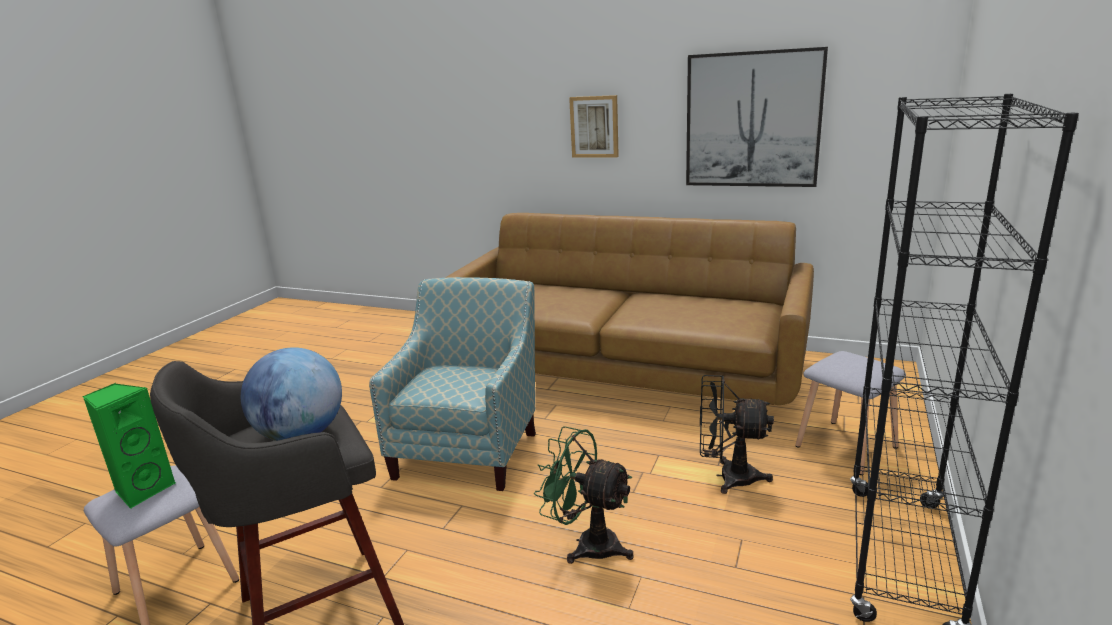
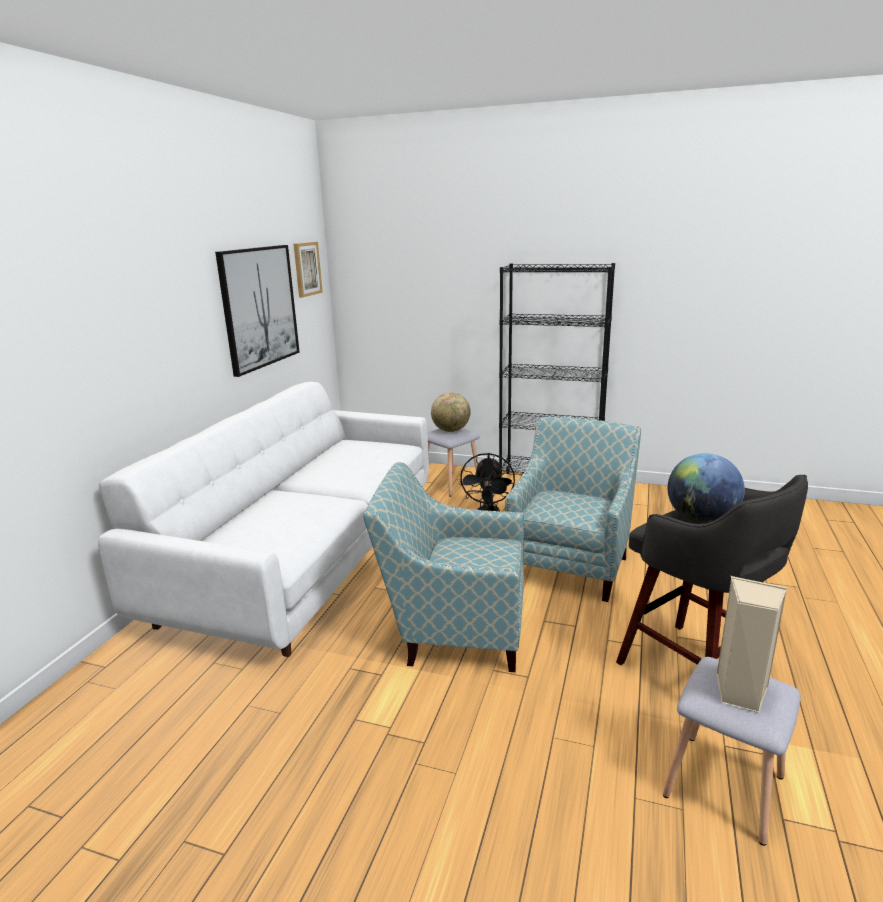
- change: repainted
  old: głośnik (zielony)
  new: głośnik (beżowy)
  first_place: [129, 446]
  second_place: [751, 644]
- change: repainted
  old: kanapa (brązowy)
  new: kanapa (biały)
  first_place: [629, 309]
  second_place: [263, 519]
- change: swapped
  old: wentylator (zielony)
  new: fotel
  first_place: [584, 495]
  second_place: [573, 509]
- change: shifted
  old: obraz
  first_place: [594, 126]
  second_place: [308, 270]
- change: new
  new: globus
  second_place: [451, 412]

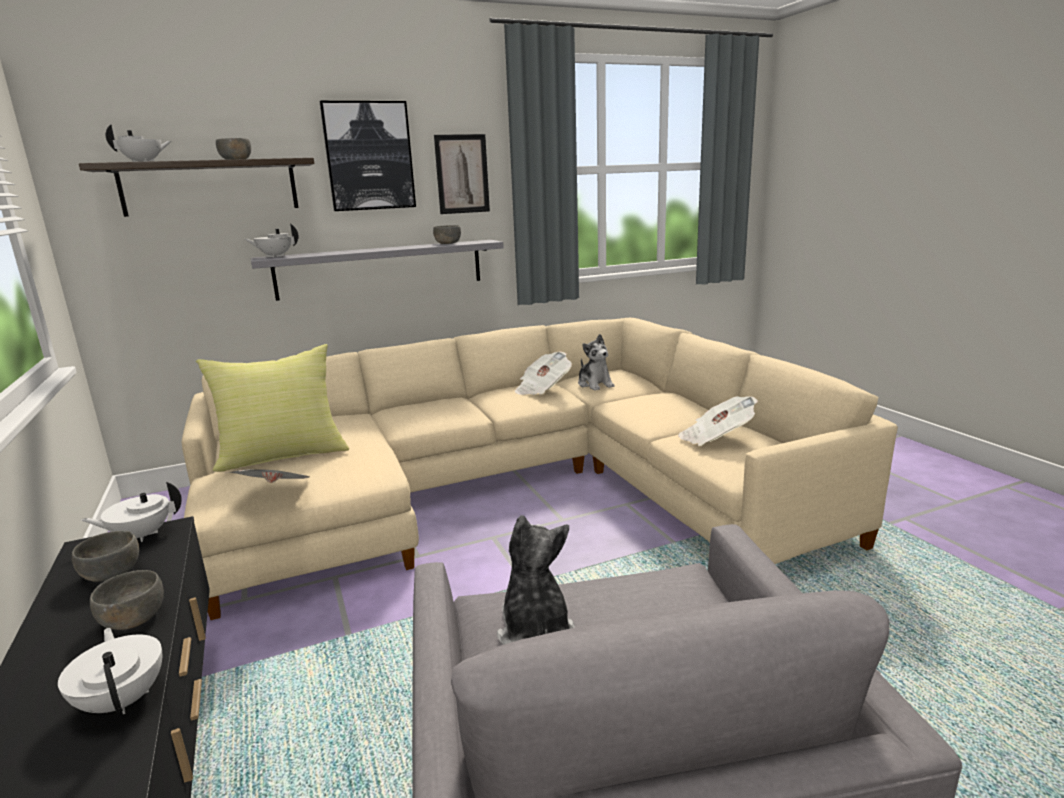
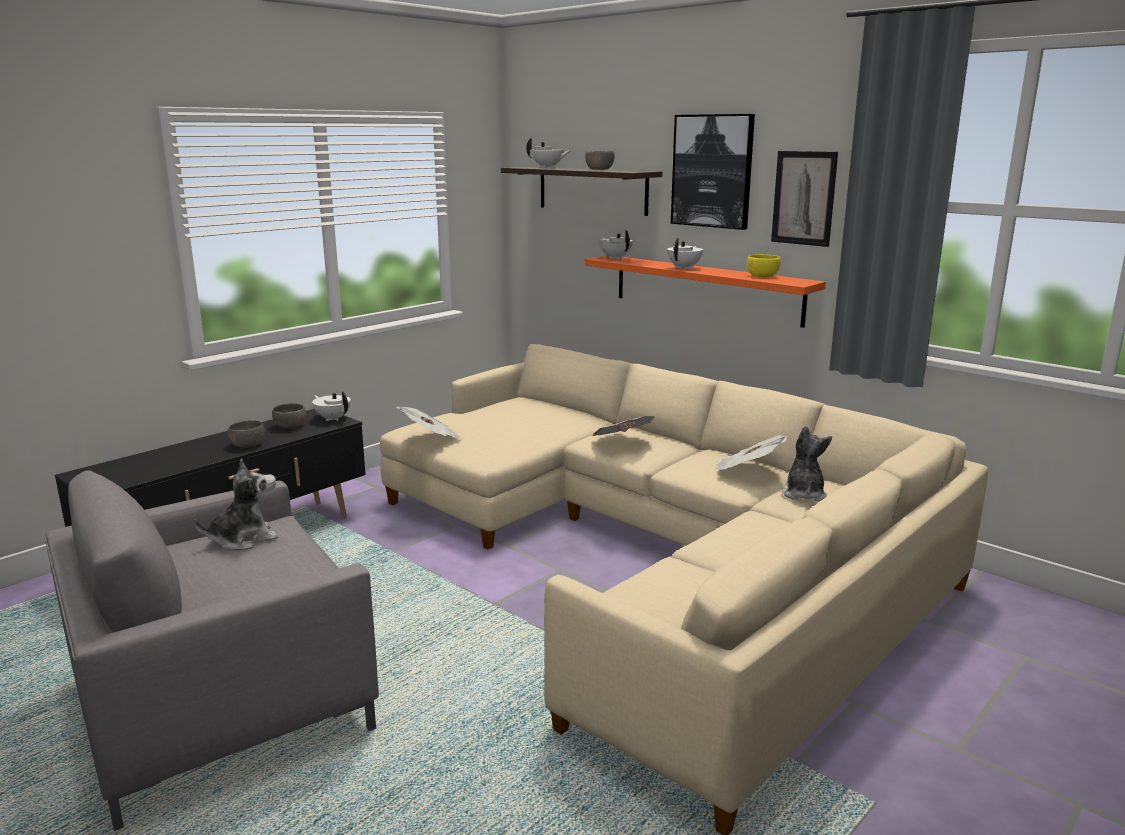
- change: shifted
  old: imbryk (biały)
  first_place: [110, 671]
  second_place: [685, 253]
- change: gone
  old: poduszka (żółty)
  first_place: [272, 408]
- change: repainted
  old: półka (szary)
  new: półka (pomarańczowy)
  first_place: [377, 270]
  second_place: [705, 291]
- change: repainted
  old: miska (szary)
  new: miska (żółty)
  first_place: [447, 234]
  second_place: [764, 265]
- change: rotated
  old: pluszak
  first_place: [596, 362]
  second_place: [807, 463]
  degrees: 150
- change: shifted
  old: gazeta
  first_place: [718, 421]
  second_place: [623, 426]

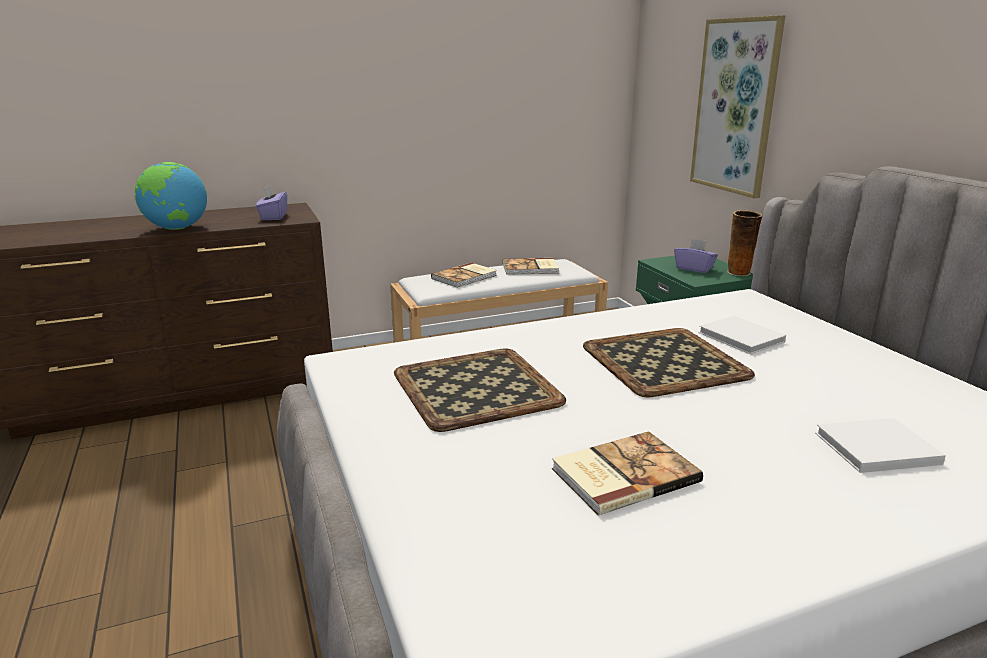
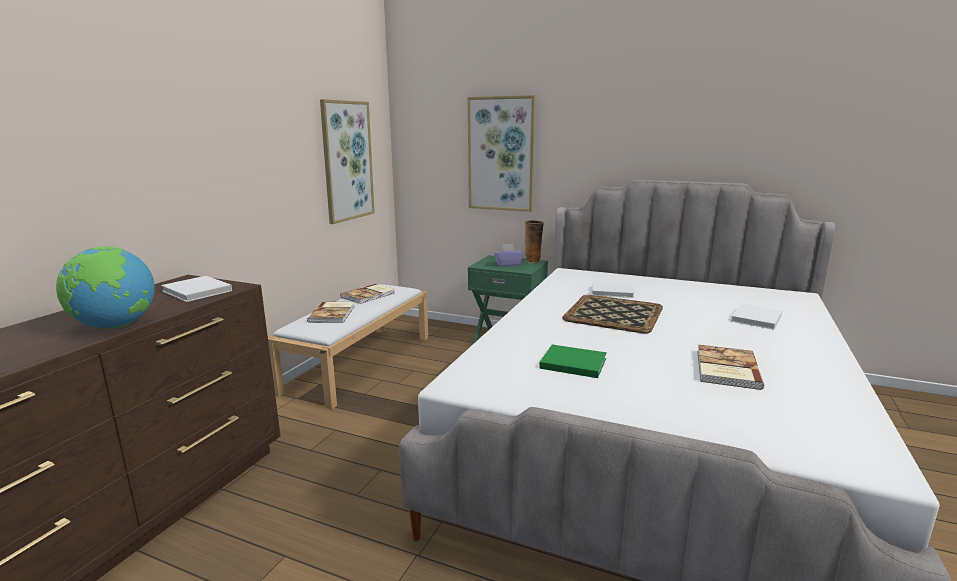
- change: swapped
  old: pudełko chusteczek (fioletowy)
  new: książka (biały)
  first_place: [271, 203]
  second_place: [196, 289]
- change: swapped
  old: taca
  new: książka (zielony)
  first_place: [480, 390]
  second_place: [573, 361]
- change: new
  new: obraz
  second_place: [347, 161]

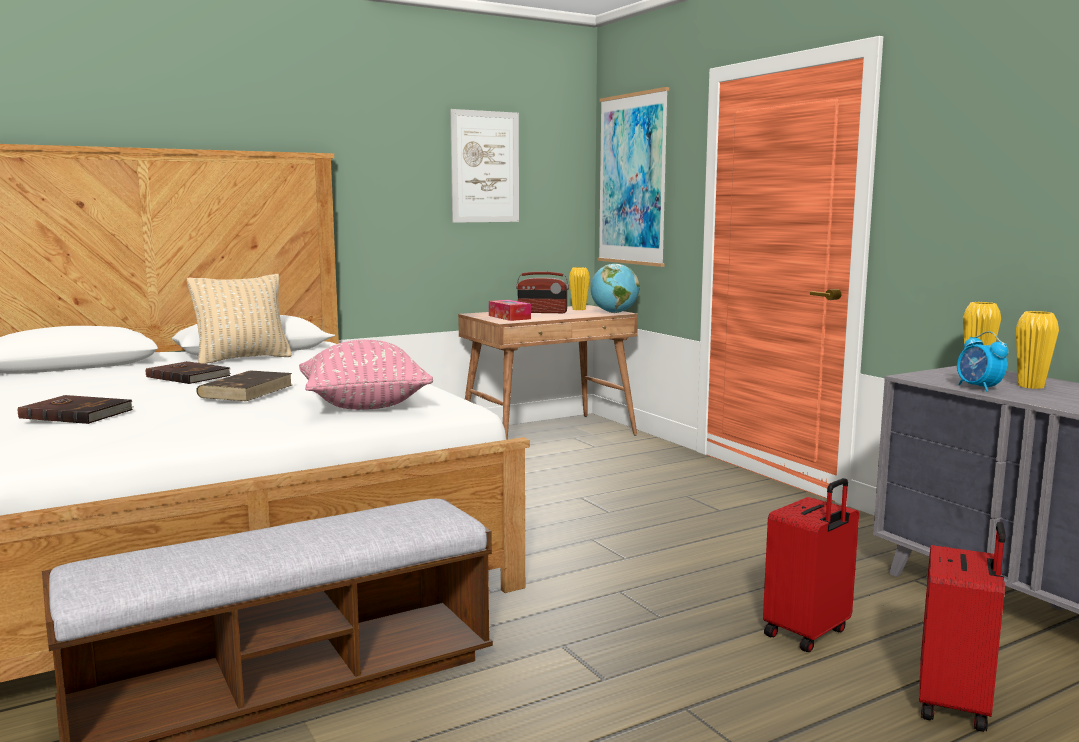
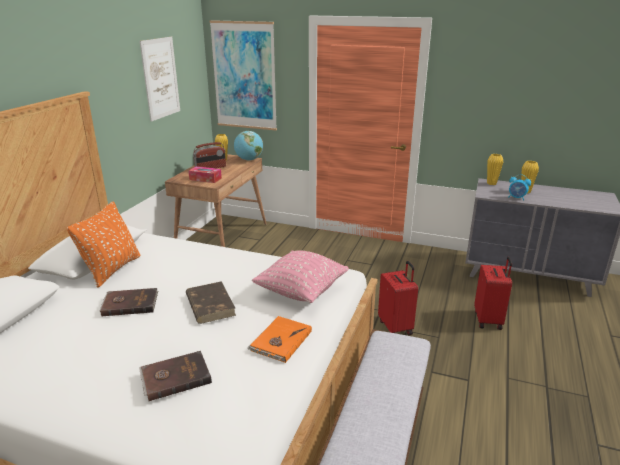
- change: repainted
  old: poduszka (beżowy)
  new: poduszka (pomarańczowy)
  first_place: [239, 319]
  second_place: [103, 244]
- change: shifted
  old: walizka (czerwony)
  first_place: [962, 627]
  second_place: [398, 298]
- change: new
  new: książka (pomarańczowy)
  second_place: [279, 339]

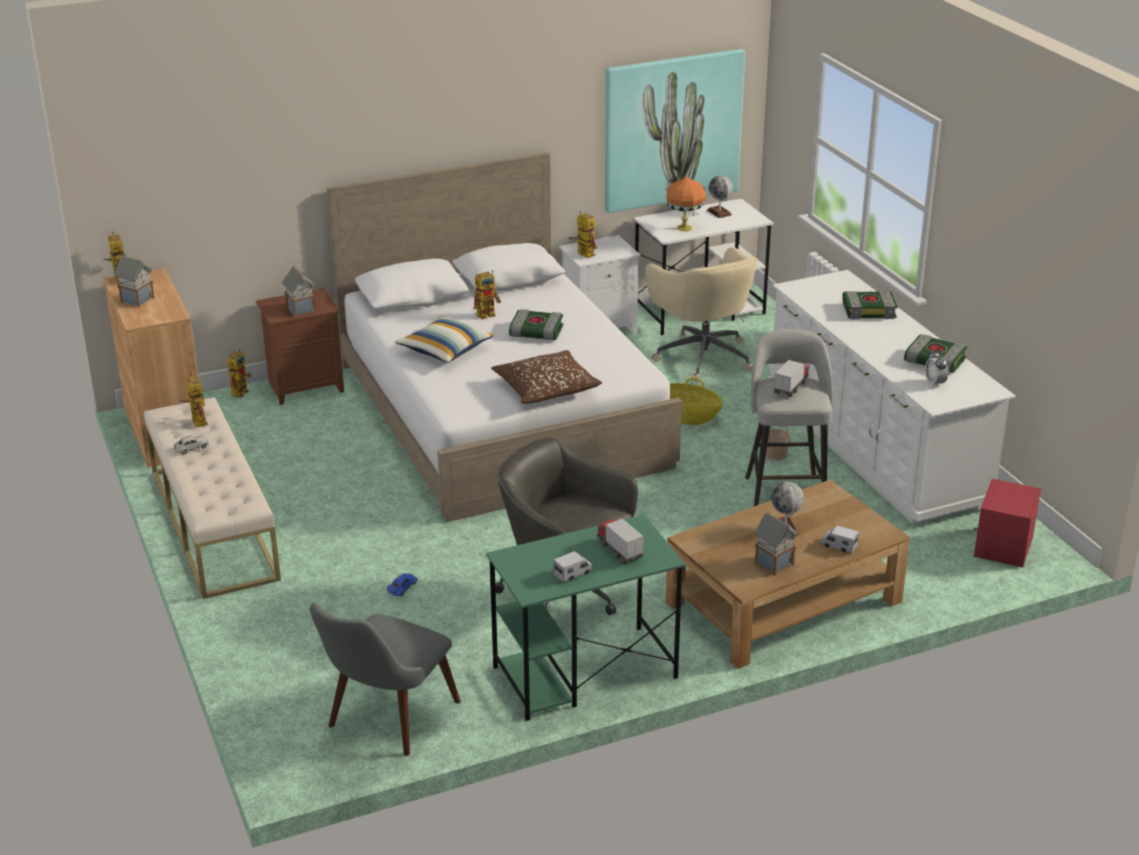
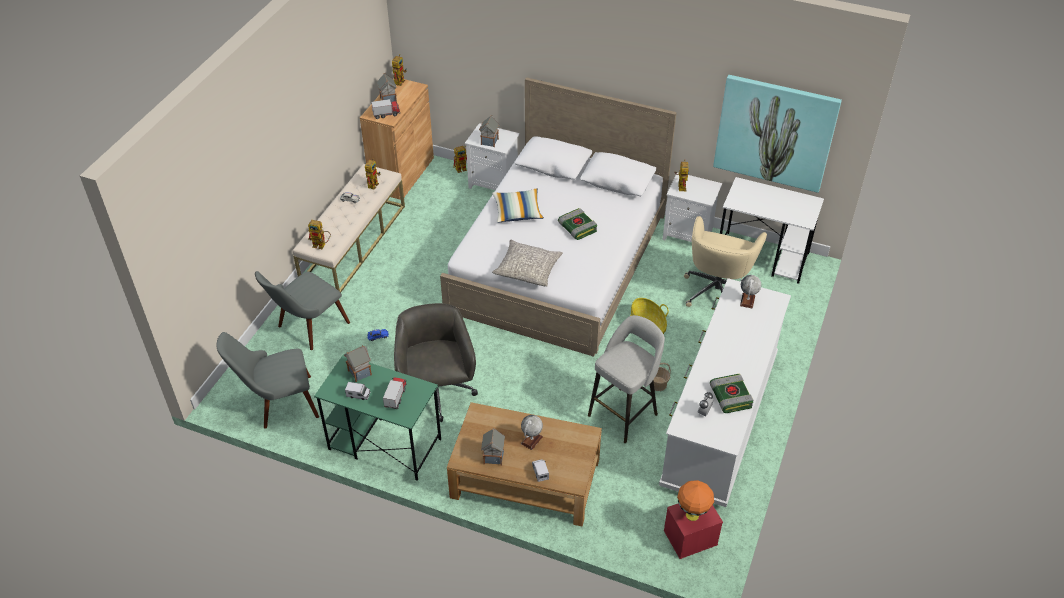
- change: repainted
  old: szafka nocna (brązowy)
  new: szafka nocna (biały)
  first_place: [300, 346]
  second_place: [492, 156]
- change: shifted
  old: robot zabawkowy
  first_place: [487, 295]
  second_place: [319, 234]
- change: repainted
  old: poduszka (brązowy)
  new: poduszka (szary)
  first_place: [546, 377]
  second_place: [527, 263]
- change: shifted
  old: lampa stołowa (pomarańczowy)
  first_place: [686, 204]
  second_place: [695, 500]
- change: shifted
  old: globus
  first_place: [720, 196]
  second_place: [750, 292]
- change: shifted
  old: ciężarówka zabawkowa
  first_place: [791, 378]
  second_place: [385, 109]
- change: gone
  old: książka
  first_place: [870, 305]
- change: new
  new: krzesło (szary)
  second_place: [302, 310]
- change: new
  new: domek
  second_place: [358, 363]

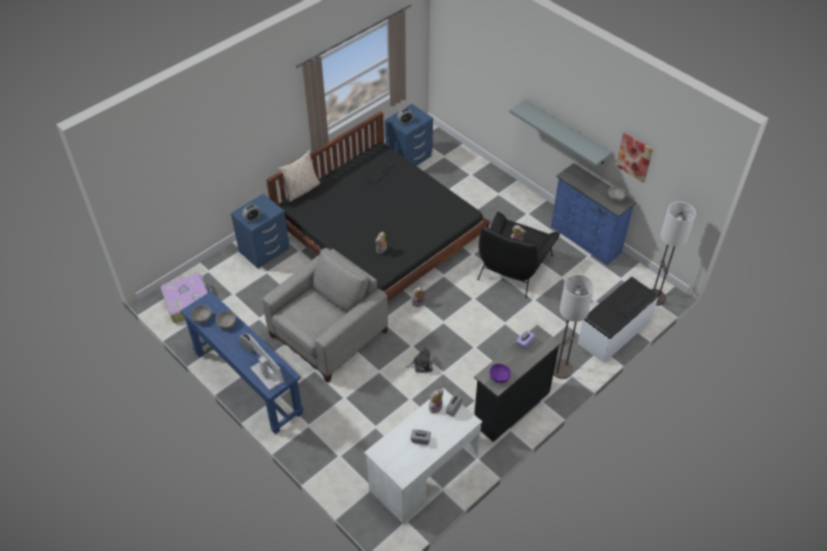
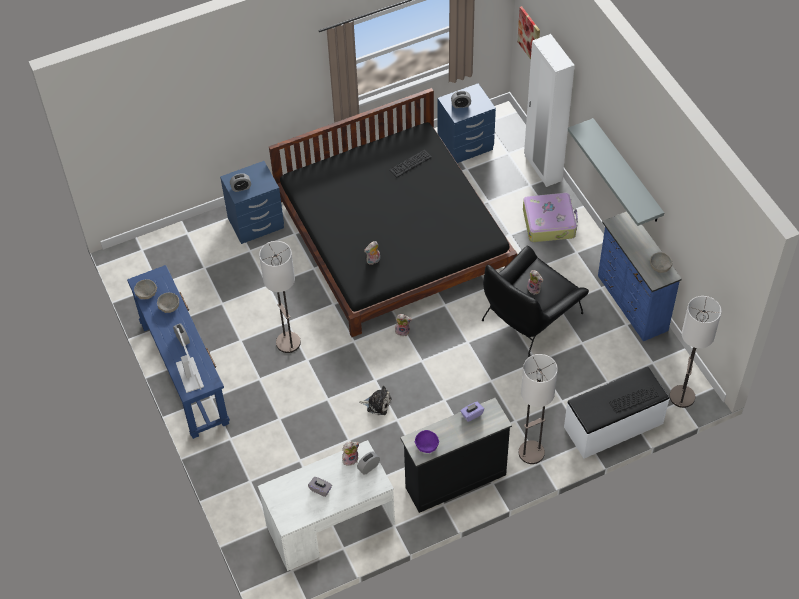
- change: shifted
  old: walizka
  first_place: [186, 298]
  second_place: [550, 217]
- change: swapped
  old: fotel (szary)
  new: lampa stojąca
  first_place: [325, 315]
  second_place: [280, 297]
- change: gone
  old: poduszka (beżowy)
  first_place: [299, 176]
- change: shifted
  old: obraz
  first_place: [634, 157]
  second_place: [528, 32]
- change: new
  new: szafa (biały)
  second_place: [549, 110]

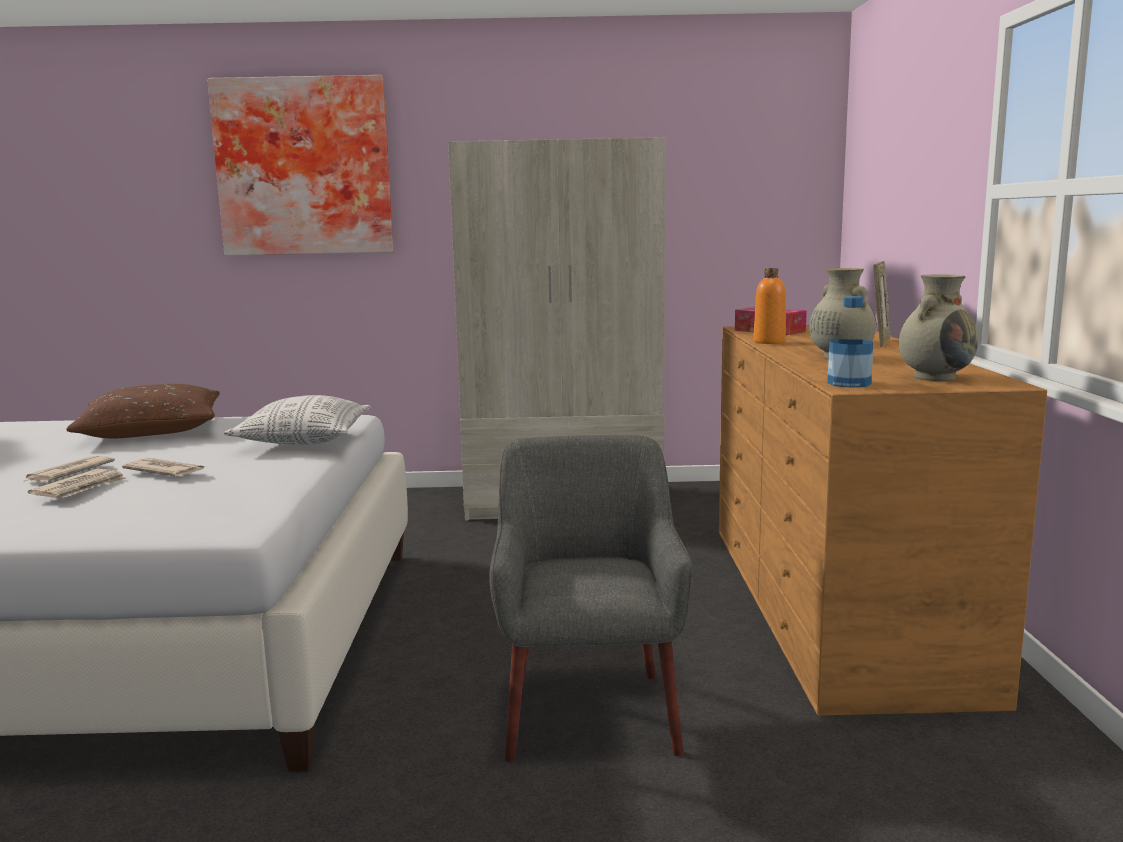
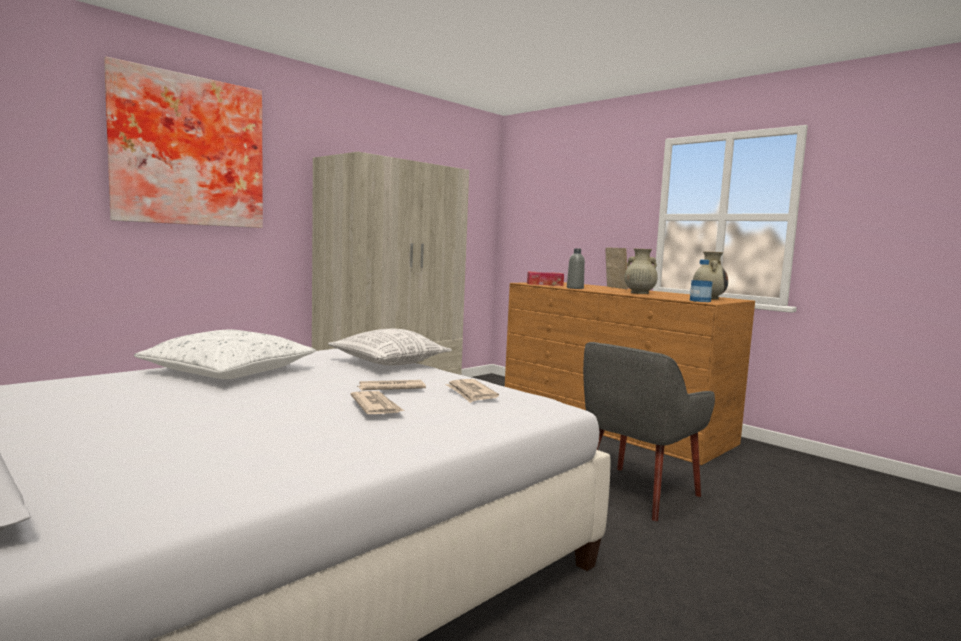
- change: shifted
  old: gazeta
  first_place: [69, 469]
  second_place: [472, 391]
- change: repainted
  old: poduszka (brązowy)
  new: poduszka (biały)
  first_place: [143, 411]
  second_place: [225, 354]
- change: rotated
  old: fotel (szary)
  first_place: [591, 599]
  second_place: [649, 431]
  degrees: -90
- change: repainted
  old: butelka (pomarańczowy)
  new: butelka (szary)
  first_place: [769, 306]
  second_place: [576, 268]

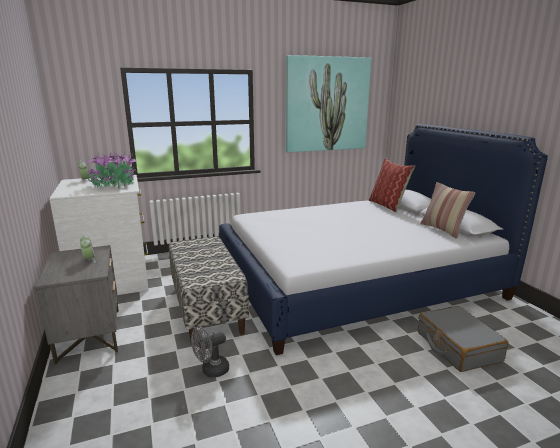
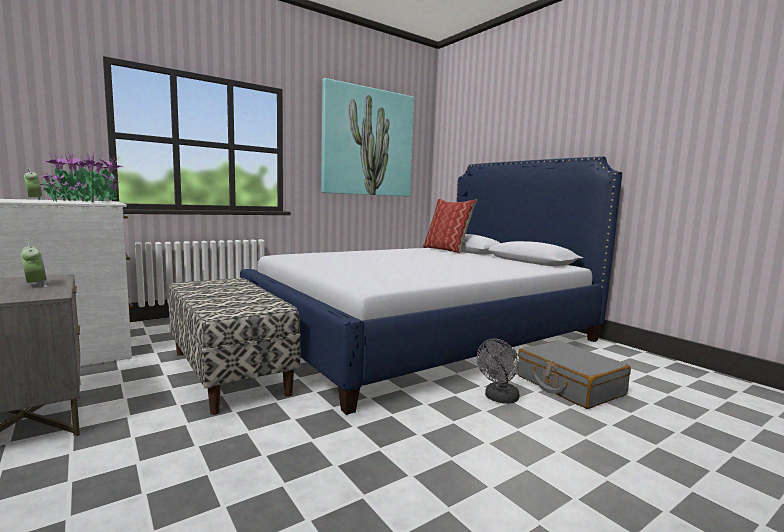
- change: shifted
  old: wentylator (szary)
  first_place: [210, 351]
  second_place: [498, 371]
- change: gone
  old: poduszka
  first_place: [448, 210]

